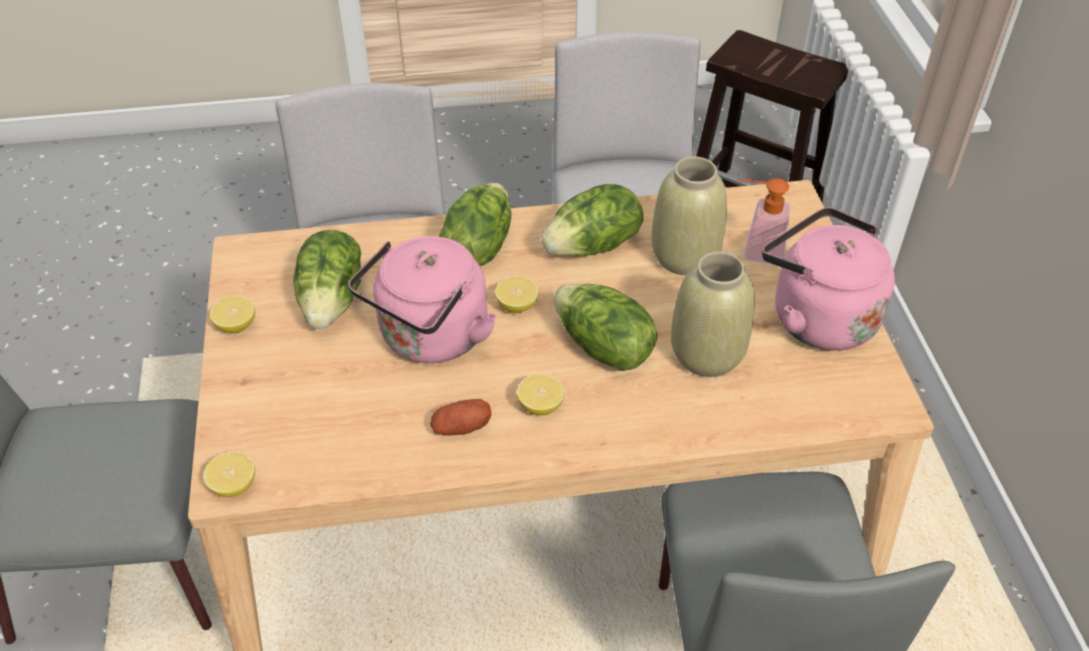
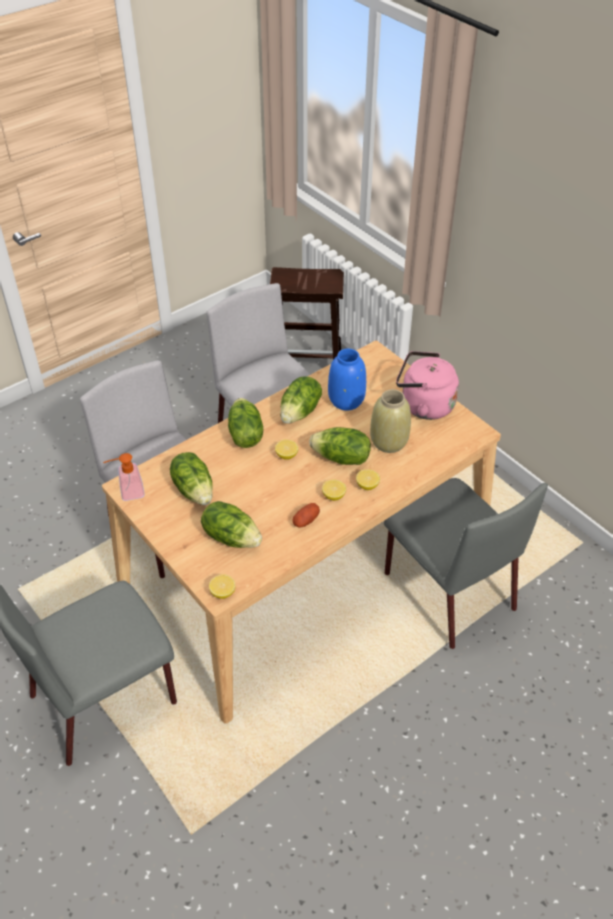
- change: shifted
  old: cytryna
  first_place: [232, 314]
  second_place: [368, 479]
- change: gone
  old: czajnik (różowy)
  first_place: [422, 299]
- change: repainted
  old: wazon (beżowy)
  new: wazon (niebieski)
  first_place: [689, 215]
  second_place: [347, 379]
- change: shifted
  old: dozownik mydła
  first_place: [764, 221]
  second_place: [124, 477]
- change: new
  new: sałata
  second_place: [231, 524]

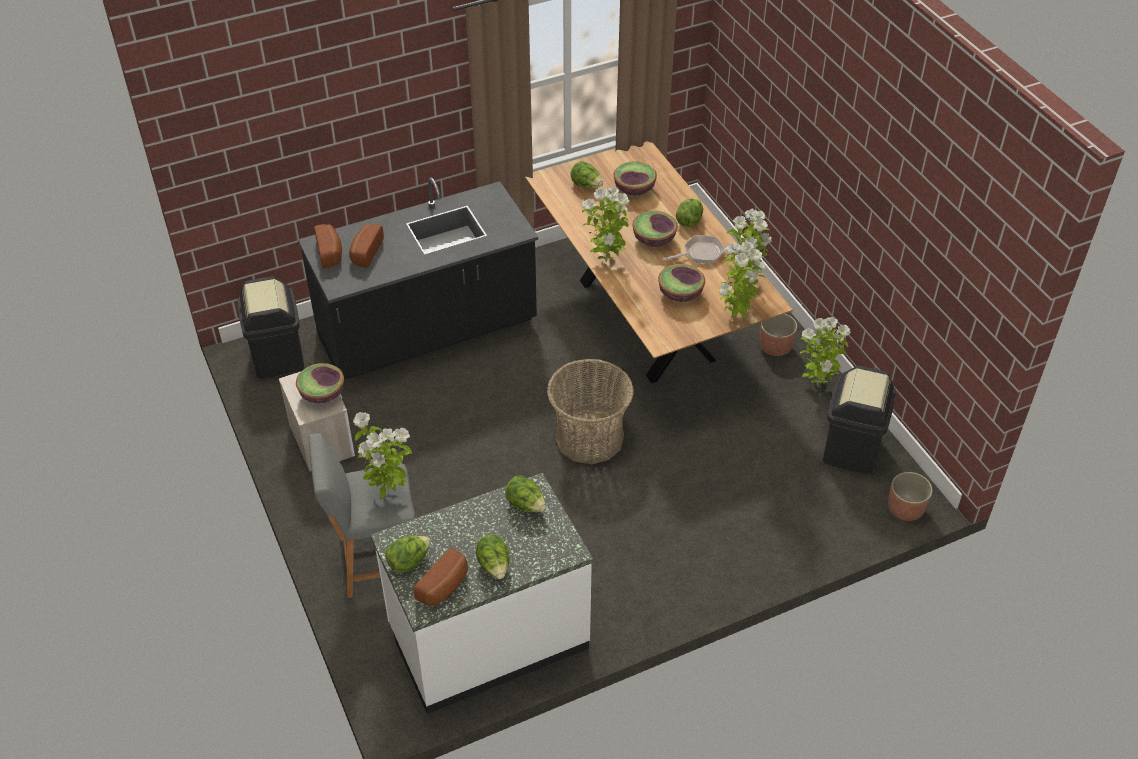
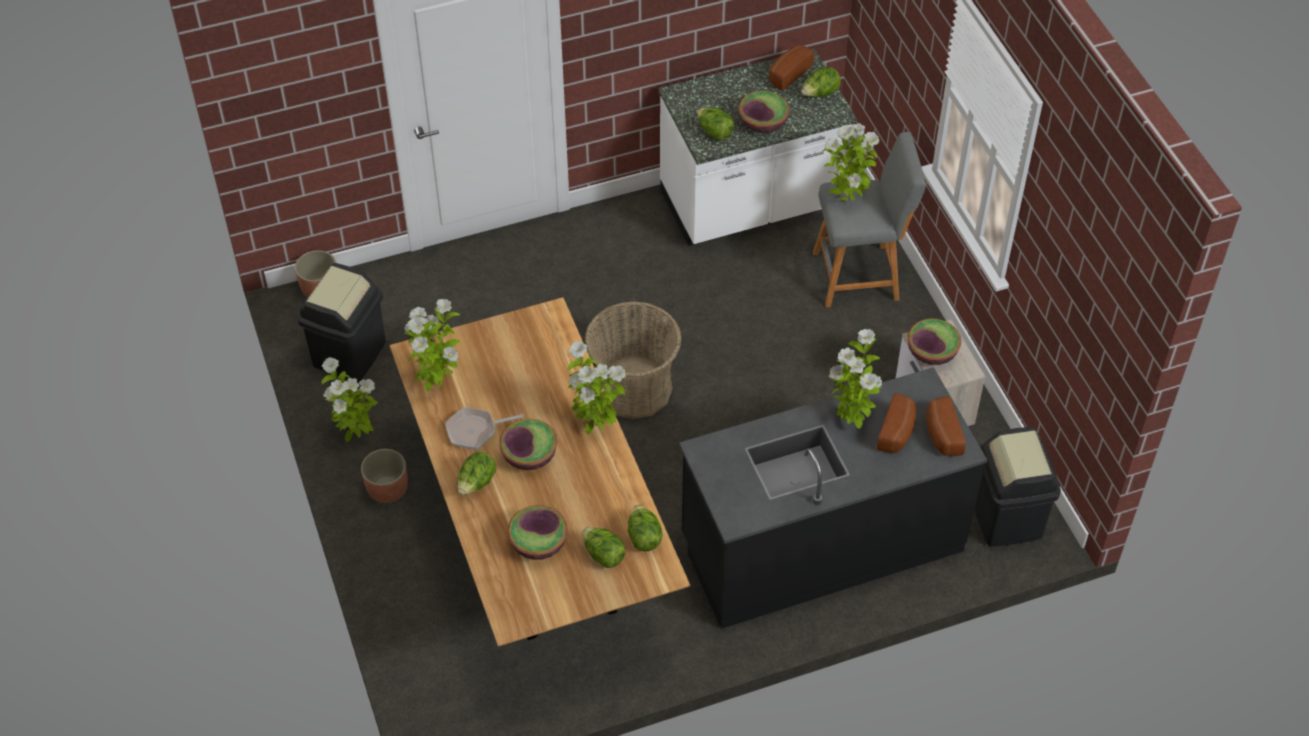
- change: shifted
  old: sałata
  first_place: [493, 556]
  second_place: [645, 528]
- change: shifted
  old: miska
  first_place: [681, 283]
  second_place: [763, 112]
- change: shifted
  old: roślina doniczkowa
  first_place: [742, 279]
  second_place: [855, 379]

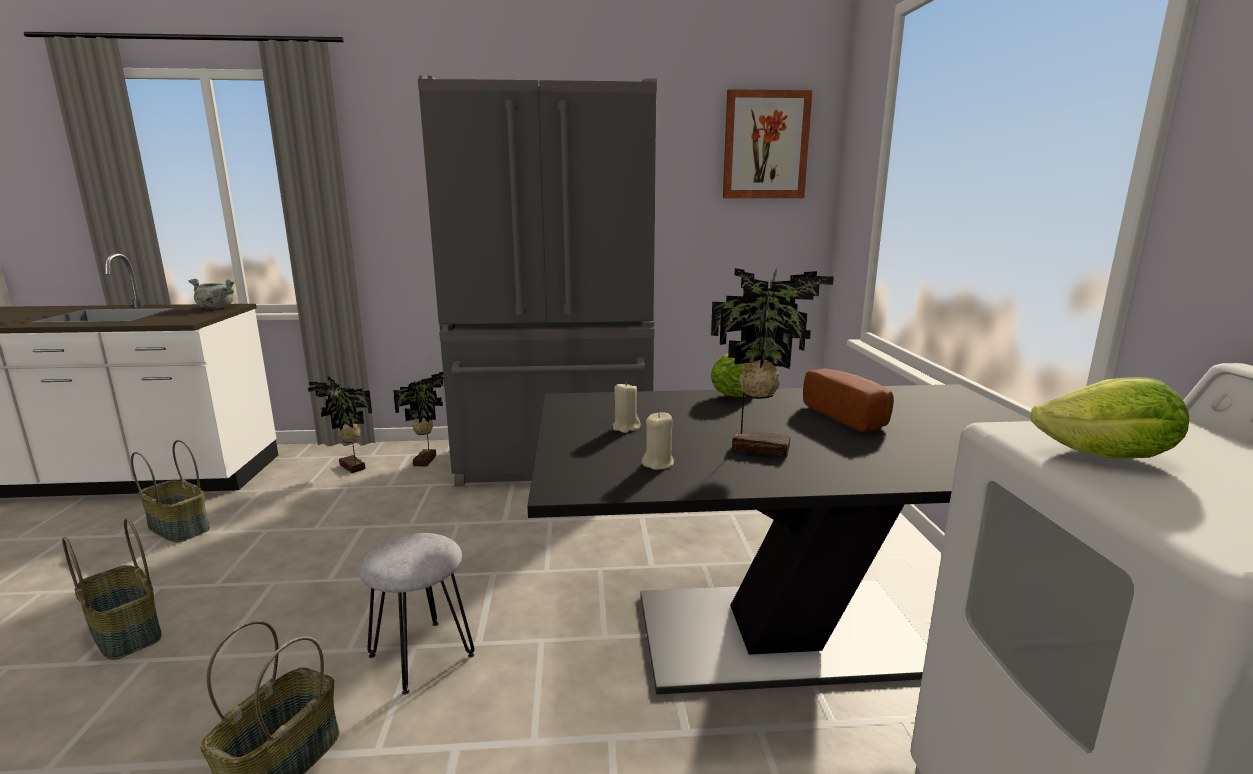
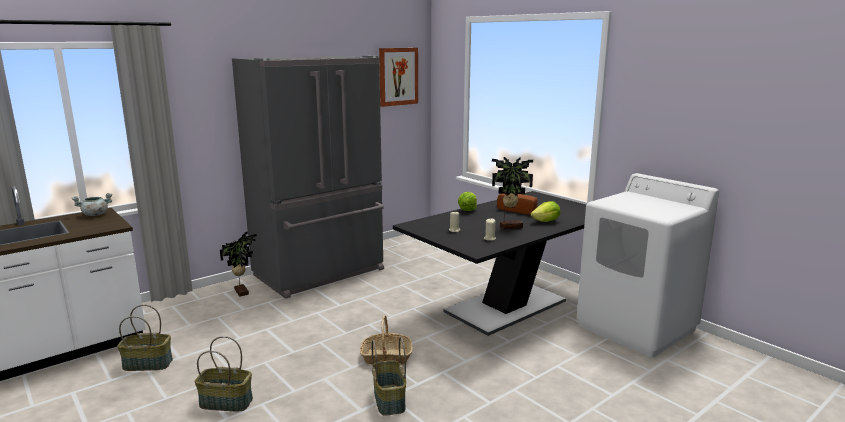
- change: gone
  old: roślina doniczkowa
  first_place: [340, 424]
- change: swapped
  old: stołek (szary)
  new: koszyk
  first_place: [417, 614]
  second_place: [386, 340]
- change: shifted
  old: sałata
  first_place: [1110, 417]
  second_place: [545, 211]

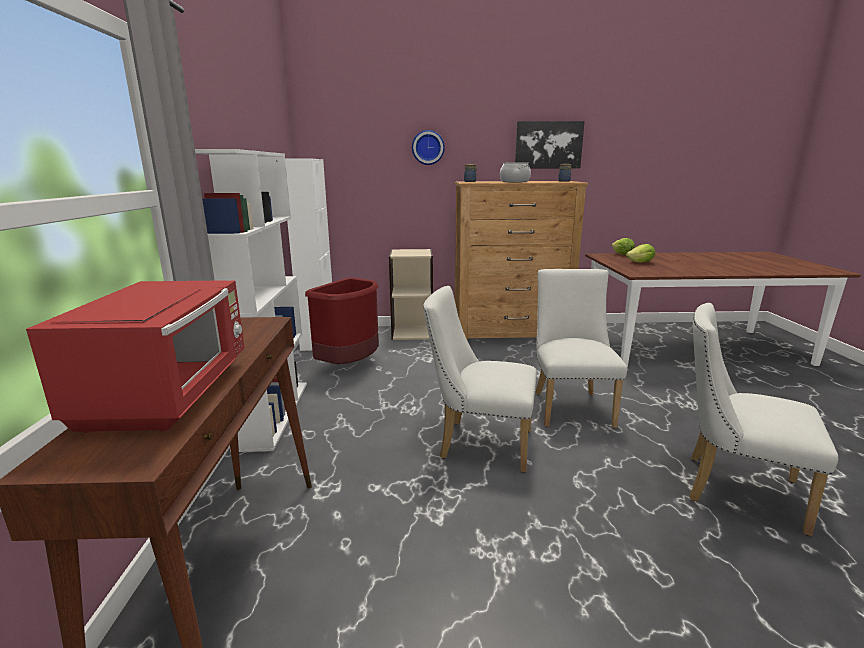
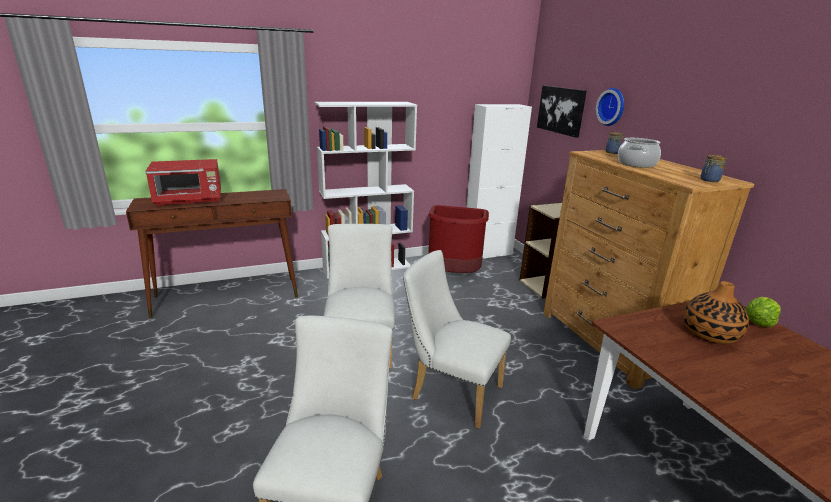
- change: shifted
  old: obraz
  first_place: [549, 145]
  second_place: [562, 111]
- change: rotated
  old: krzesło (biały)
  first_place: [581, 348]
  second_place: [457, 339]
  degrees: -135
- change: swapped
  old: sałata
  new: wazon
  first_place: [640, 253]
  second_place: [716, 312]

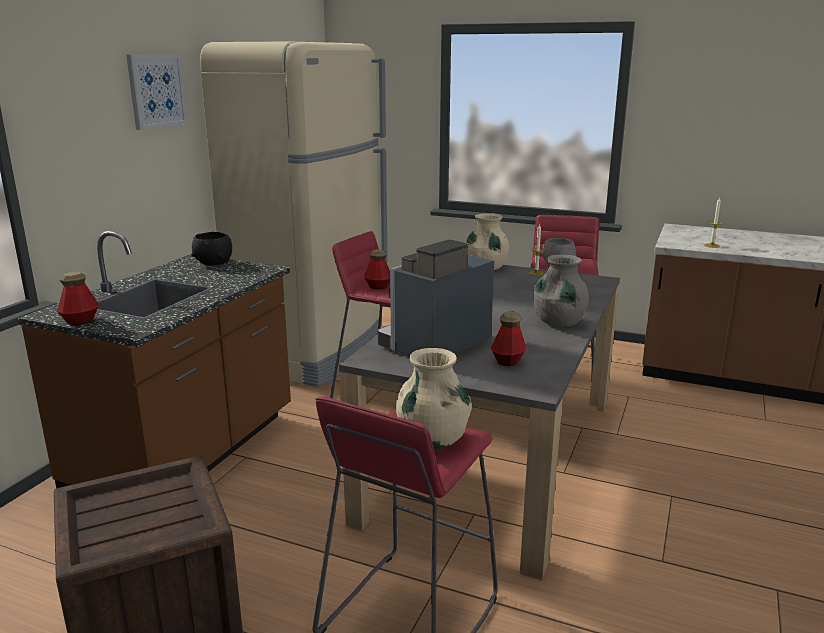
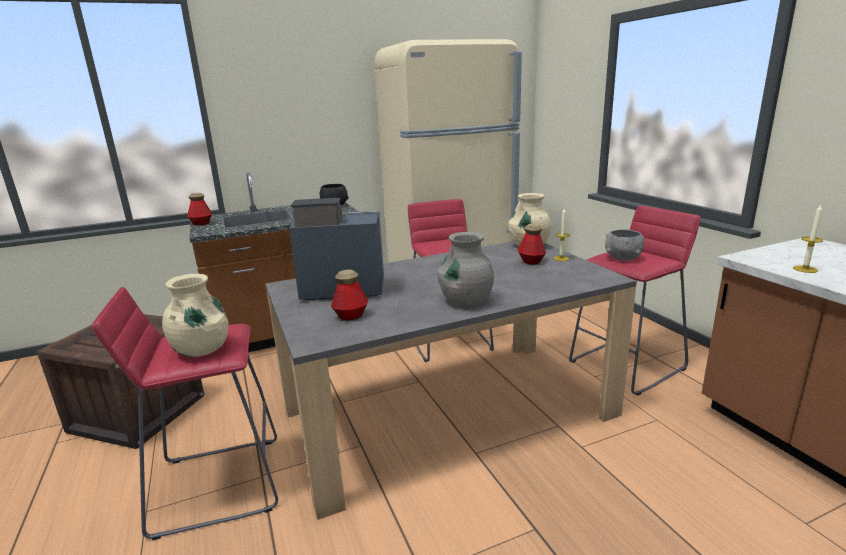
- change: gone
  old: obraz
  first_place: [156, 92]
- change: shifted
  old: butelka
  first_place: [377, 269]
  second_place: [532, 244]

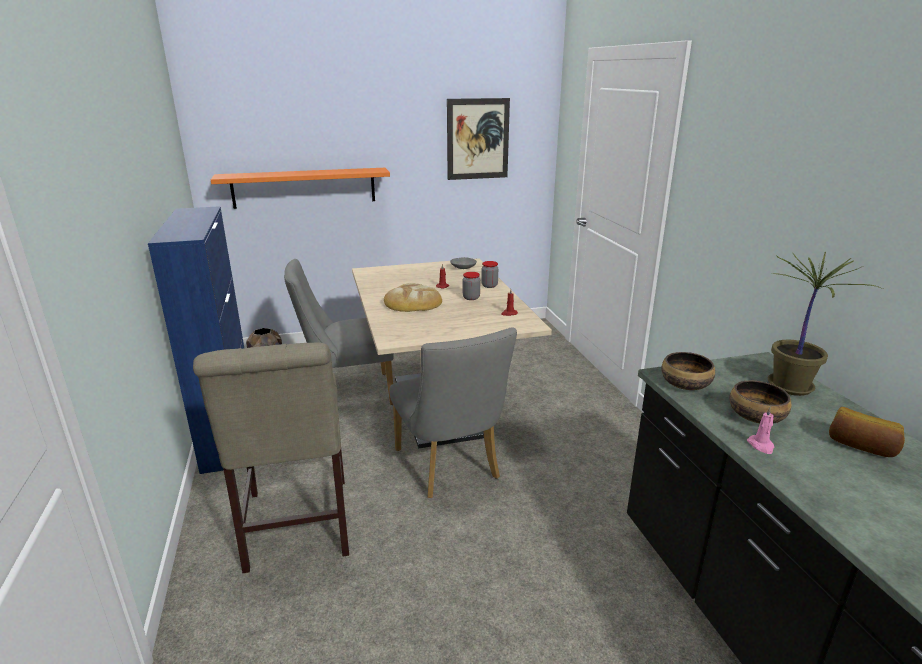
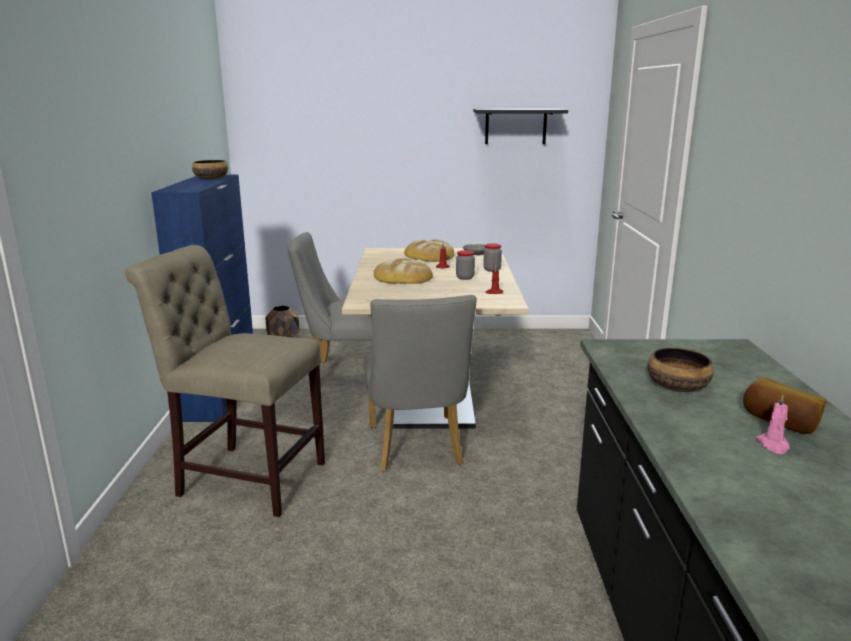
- change: rotated
  old: krzesło (beżowy)
  first_place: [271, 458]
  second_place: [225, 381]
  degrees: 105
- change: gone
  old: półka (pomarańczowy)
  first_place: [300, 188]
- change: swapped
  old: obraz
  new: półka (czarny)
  first_place: [478, 139]
  second_place: [520, 126]
- change: shifted
  old: miska
  first_place: [688, 371]
  second_place: [210, 169]
- change: shifted
  old: świeca (różowy)
  first_place: [760, 430]
  second_place: [773, 424]
- change: gone
  old: roślina doniczkowa
  first_place: [825, 323]
- change: new
  new: chleb
  second_place: [429, 250]

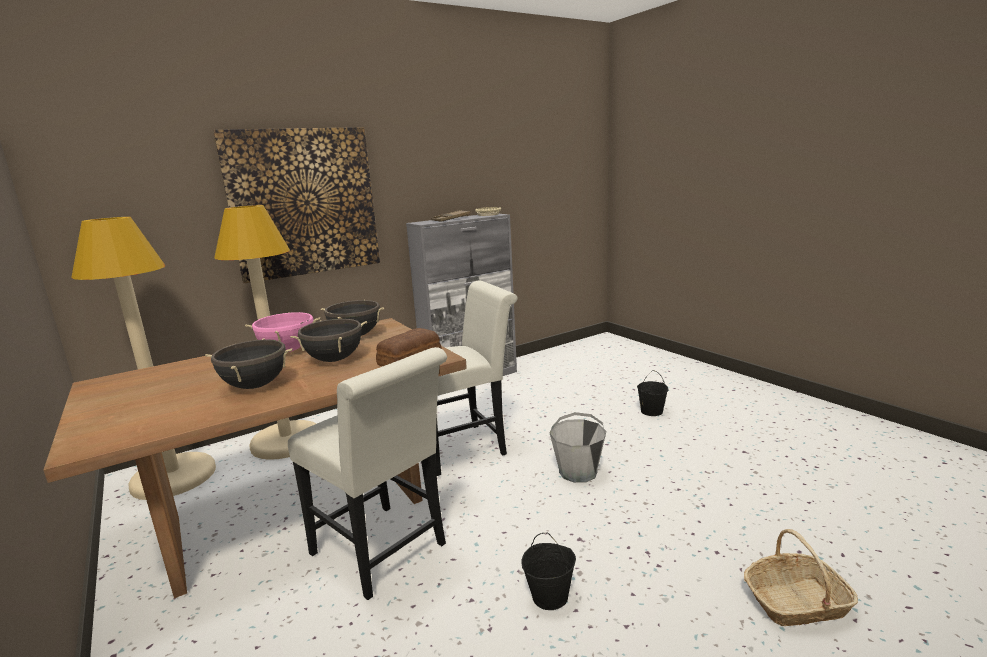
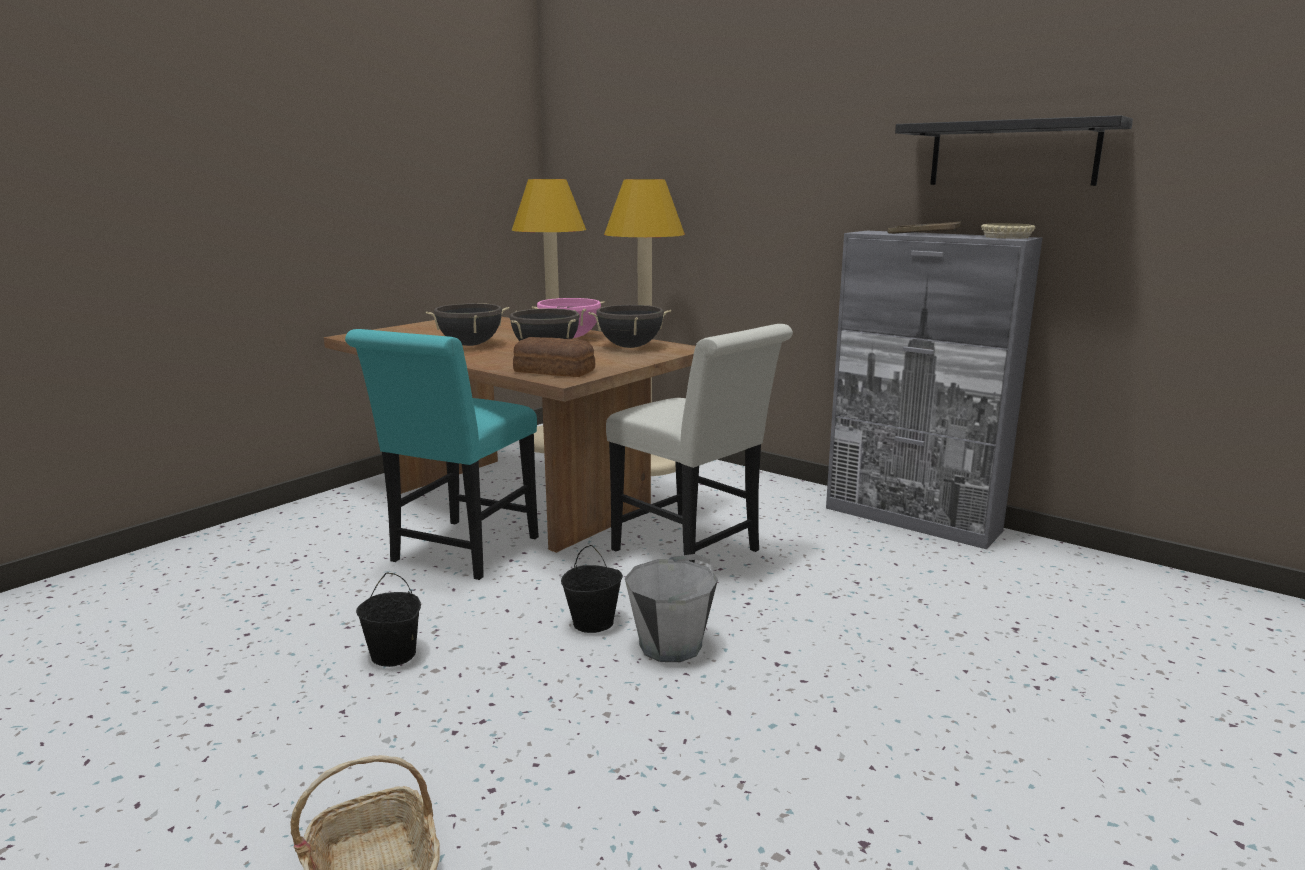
- change: gone
  old: obraz
  first_place: [296, 205]
- change: repainted
  old: krzesło (biały)
  new: krzesło (turkusowy)
  first_place: [367, 473]
  second_place: [442, 454]
- change: shifted
  old: wiadro (czarny)
  first_place: [652, 393]
  second_place: [592, 589]
- change: new
  new: półka (czarny)
  second_place: [1014, 150]

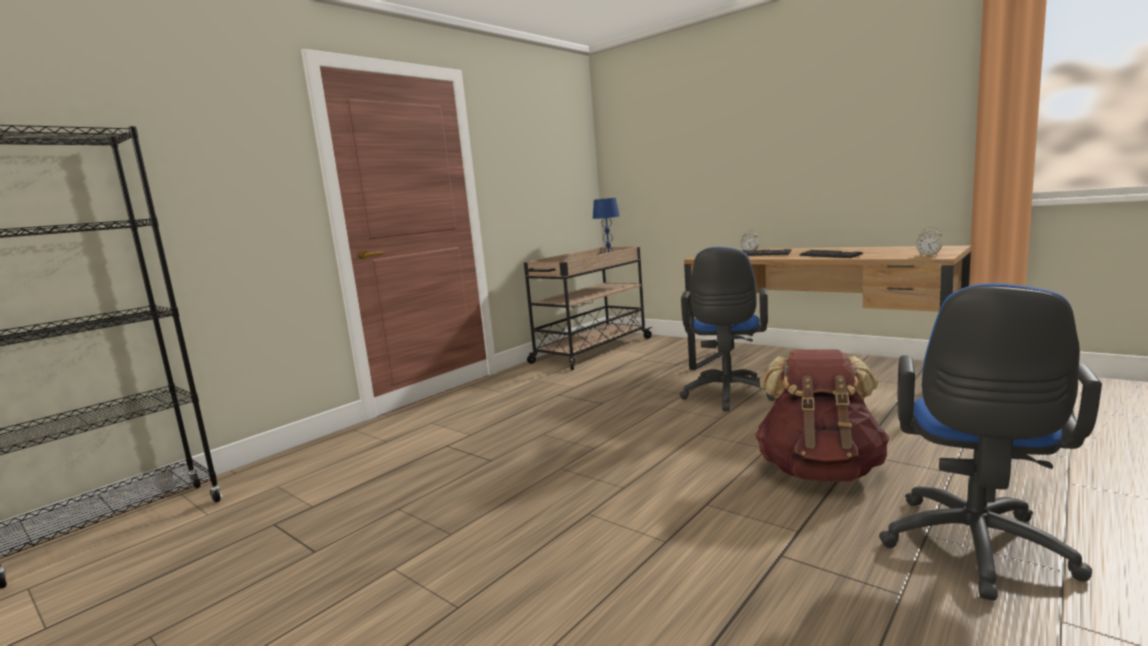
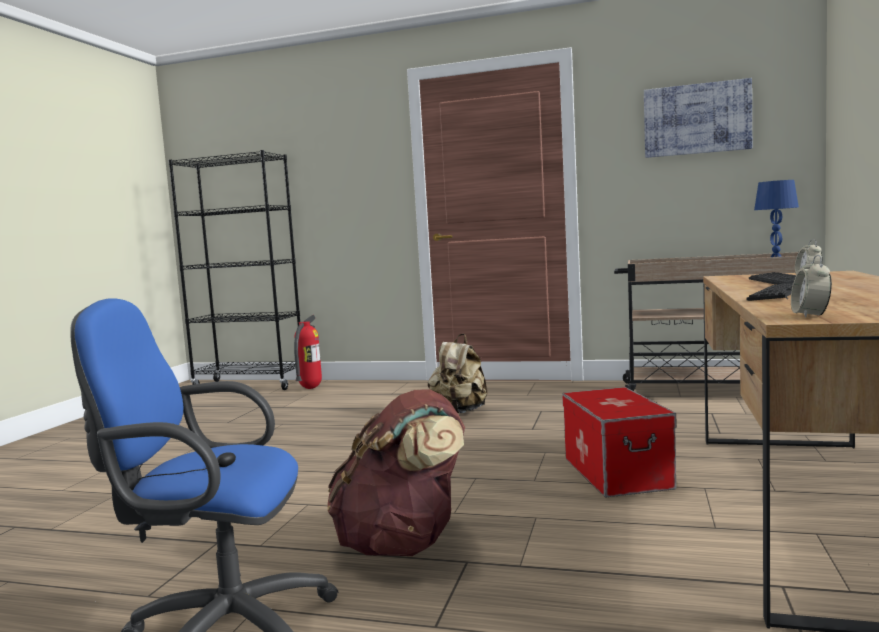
- change: swapped
  old: krzesło biurowe (niebieski)
  new: pojemnik do przechowywania
  first_place: [727, 329]
  second_place: [619, 442]
- change: new
  new: gaśnica
  second_place: [308, 352]
- change: new
  new: plecak (beżowy)
  second_place: [458, 373]
- change: new
  new: obraz
  second_place: [698, 118]

